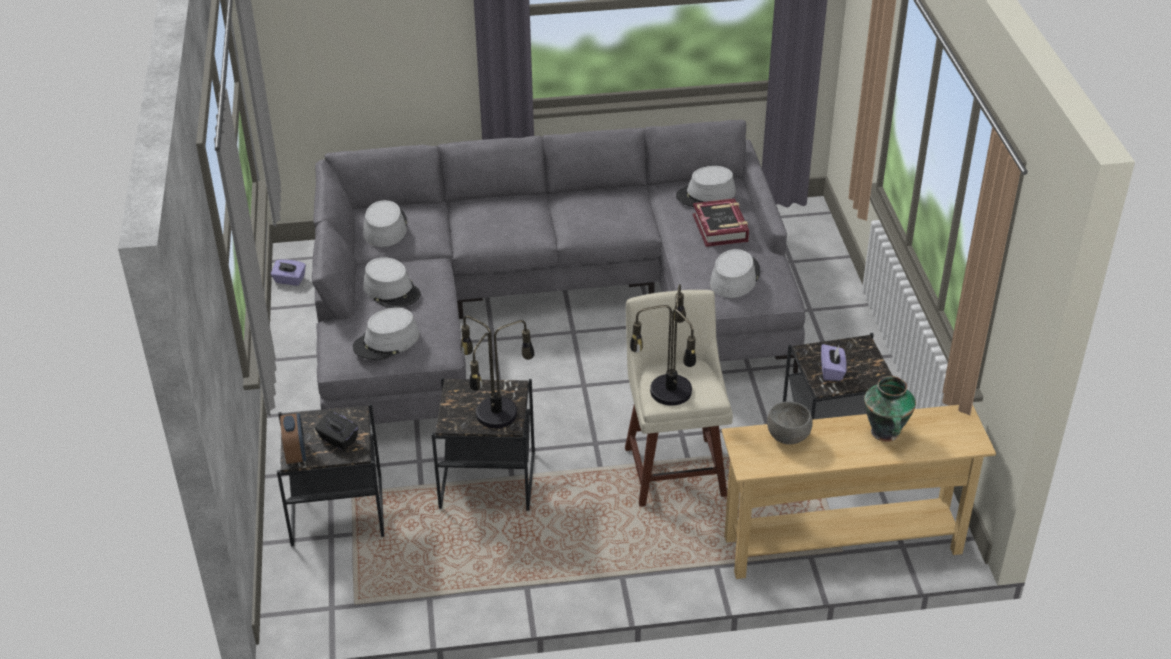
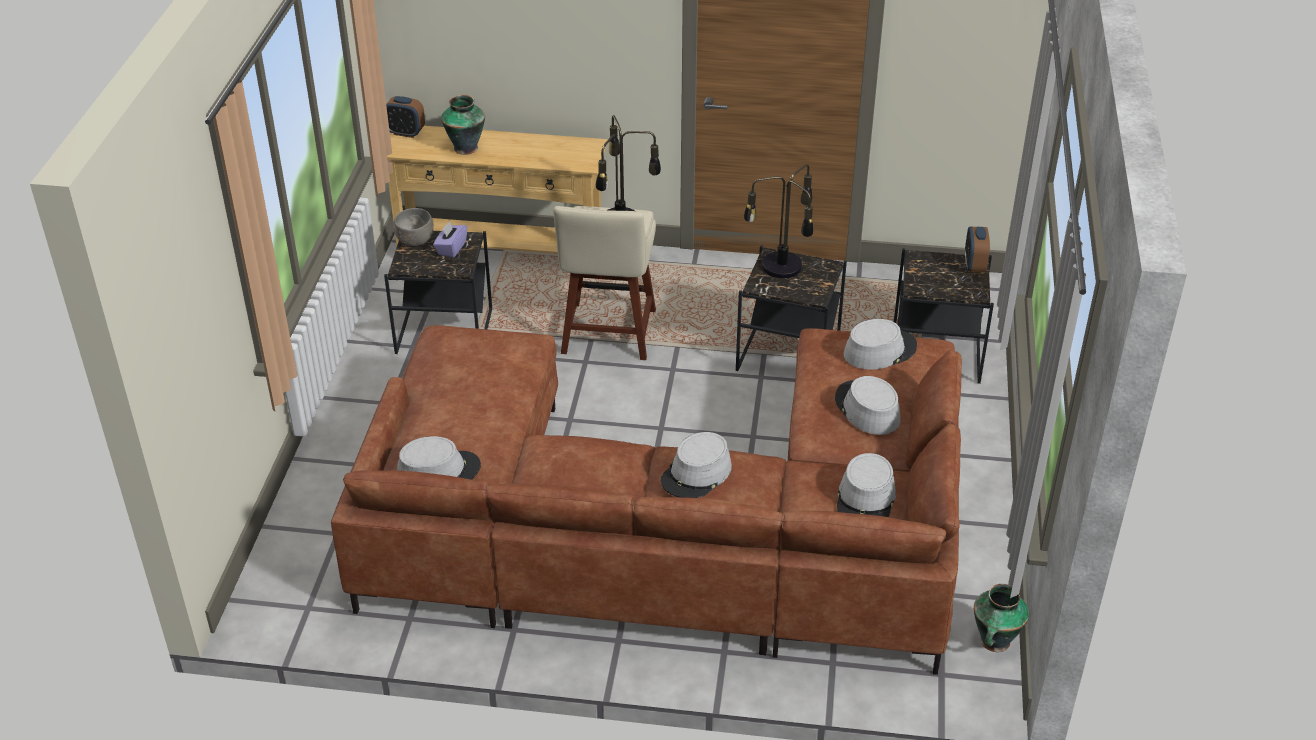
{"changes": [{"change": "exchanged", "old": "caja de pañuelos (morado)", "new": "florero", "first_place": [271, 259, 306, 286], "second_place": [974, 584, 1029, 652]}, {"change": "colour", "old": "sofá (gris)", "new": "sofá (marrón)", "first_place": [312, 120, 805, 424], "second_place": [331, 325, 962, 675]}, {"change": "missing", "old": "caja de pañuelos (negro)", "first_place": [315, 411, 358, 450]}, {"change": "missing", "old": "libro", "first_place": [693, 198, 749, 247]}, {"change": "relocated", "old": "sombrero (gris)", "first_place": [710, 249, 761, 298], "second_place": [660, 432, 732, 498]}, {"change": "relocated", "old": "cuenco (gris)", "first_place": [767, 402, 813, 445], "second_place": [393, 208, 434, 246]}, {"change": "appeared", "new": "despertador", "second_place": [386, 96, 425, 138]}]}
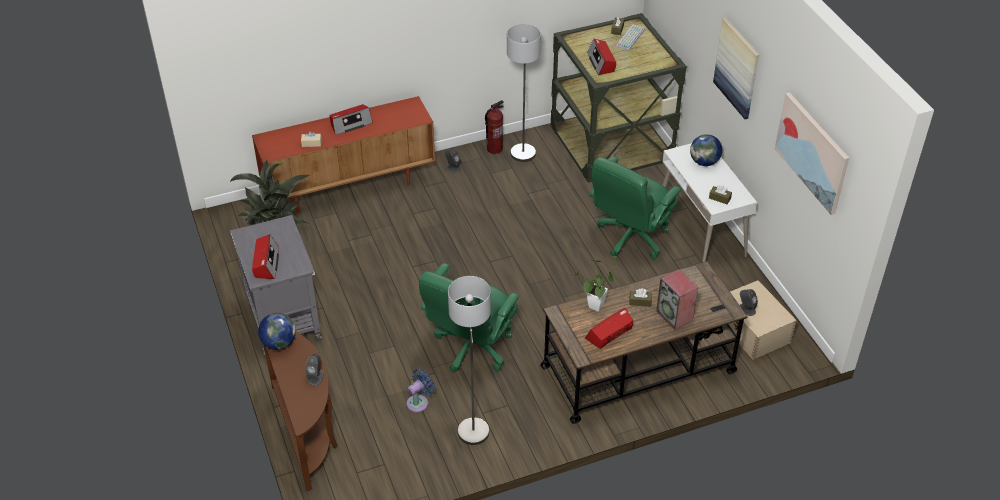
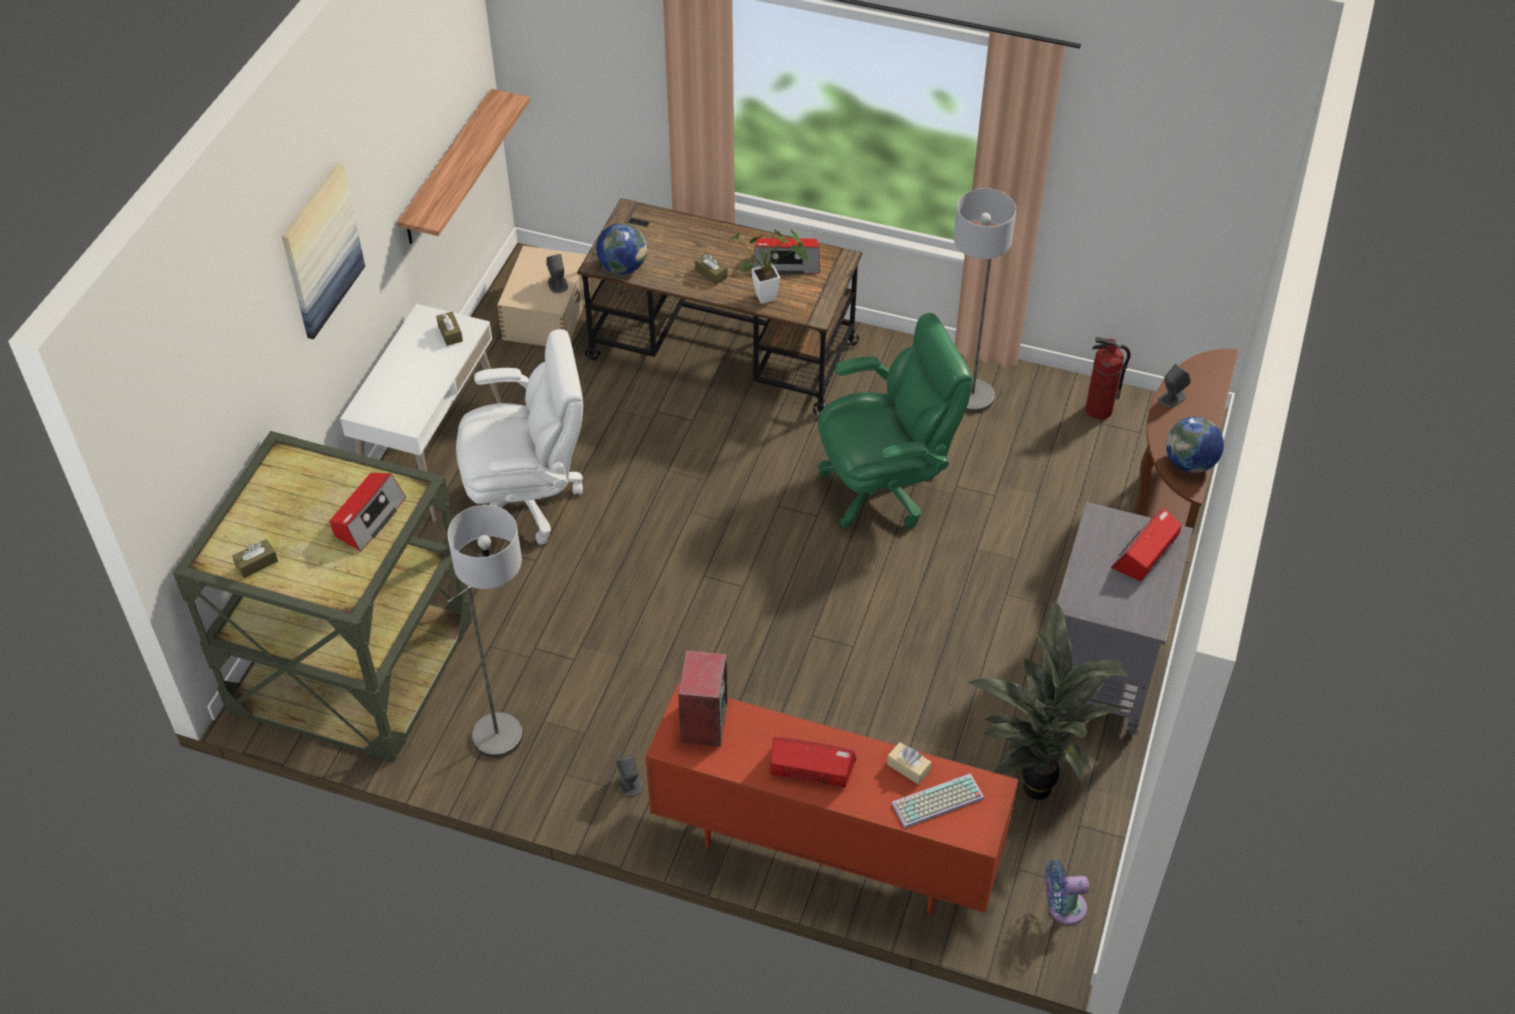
{"changes": [{"change": "relocated", "old": "ventilador (azul)", "first_place": [406, 369, 435, 413], "second_place": [1045, 860, 1089, 925]}, {"change": "relocated", "old": "extintor", "first_place": [485, 100, 504, 154], "second_place": [1085, 337, 1131, 420]}, {"change": "colour", "old": "silla de oficina (verde)", "new": "silla de oficina (blanco)", "first_place": [590, 156, 681, 260], "second_place": [456, 329, 583, 545]}, {"change": "relocated", "old": "teclado", "first_place": [616, 25, 645, 50], "second_place": [891, 773, 984, 828]}, {"change": "relocated", "old": "altavoz", "first_place": [656, 269, 698, 330], "second_place": [678, 650, 728, 747]}, {"change": "relocated", "old": "globo terráqueo", "first_place": [690, 134, 722, 166], "second_place": [596, 223, 647, 274]}, {"change": "missing", "old": "cuadro", "first_place": [774, 92, 849, 215]}, {"change": "appeared", "new": "estante", "second_place": [397, 89, 530, 244]}]}
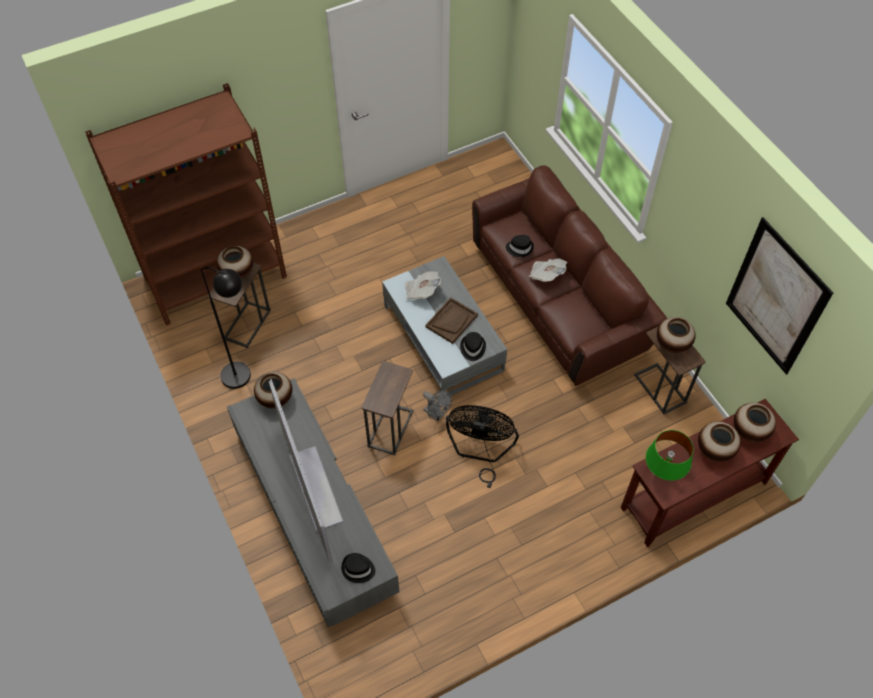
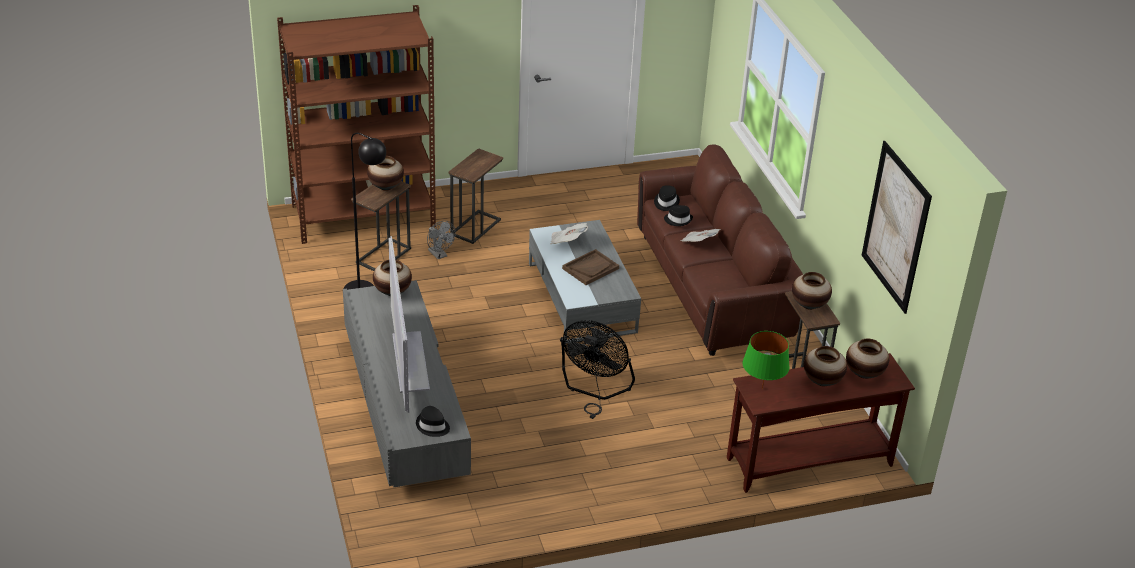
{"changes": [{"change": "relocated", "old": "mesa auxiliar (marrón)", "first_place": [361, 361, 413, 455], "second_place": [449, 149, 503, 244]}, {"change": "relocated", "old": "ventilador (gris)", "first_place": [423, 389, 452, 421], "second_place": [427, 221, 456, 259]}, {"change": "relocated", "old": "sombrero (negro)", "first_place": [460, 332, 486, 361], "second_place": [654, 185, 680, 211]}]}
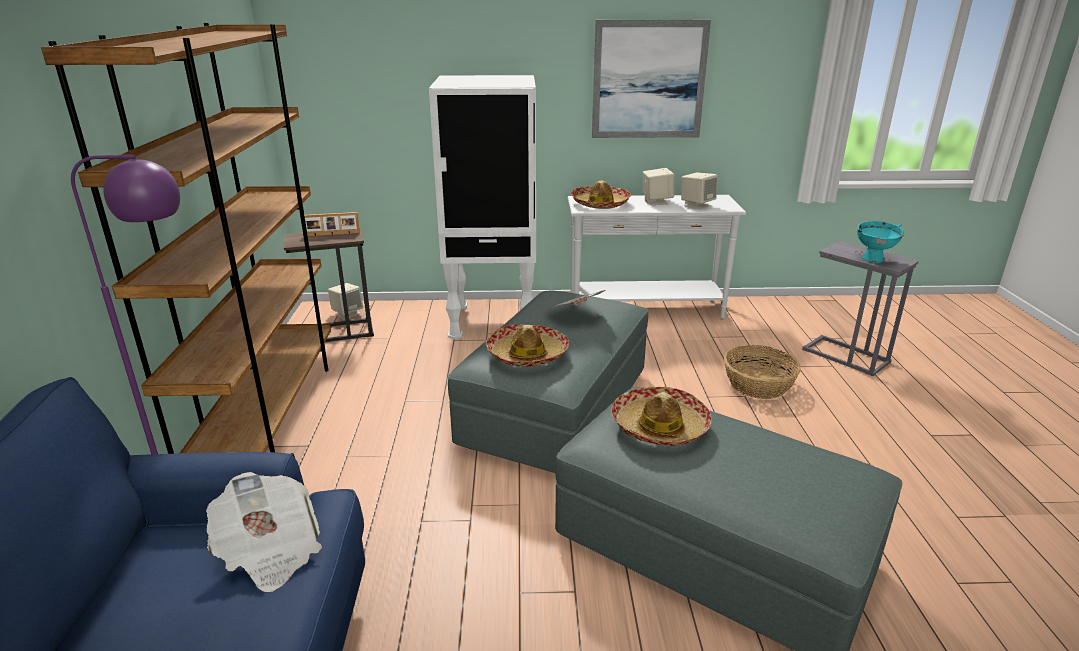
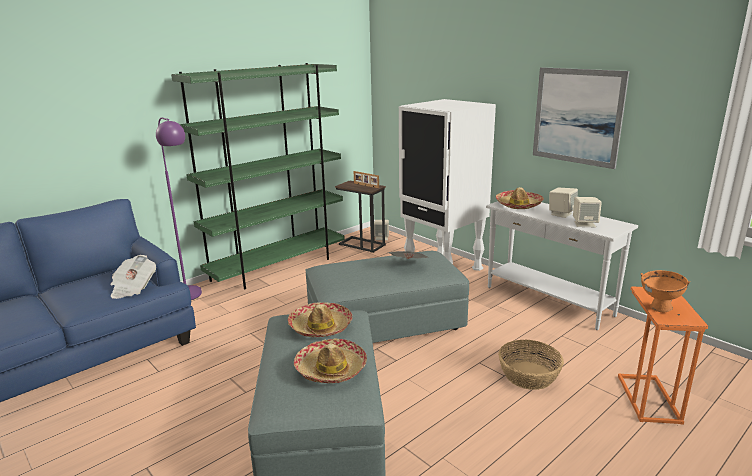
{"changes": [{"change": "colour", "old": "estantería (marrón)", "new": "estantería (verde)", "first_place": [41, 23, 331, 454], "second_place": [171, 63, 345, 289]}, {"change": "relocated", "old": "sombrero", "first_place": [486, 324, 569, 367], "second_place": [294, 339, 367, 383]}, {"change": "colour", "old": "mesa auxiliar (gris)", "new": "mesa auxiliar (naranja)", "first_place": [802, 241, 919, 376], "second_place": [618, 286, 708, 425]}, {"change": "colour", "old": "cuenco (turquesa)", "new": "cuenco (naranja)", "first_place": [857, 221, 904, 263], "second_place": [641, 270, 690, 312]}]}
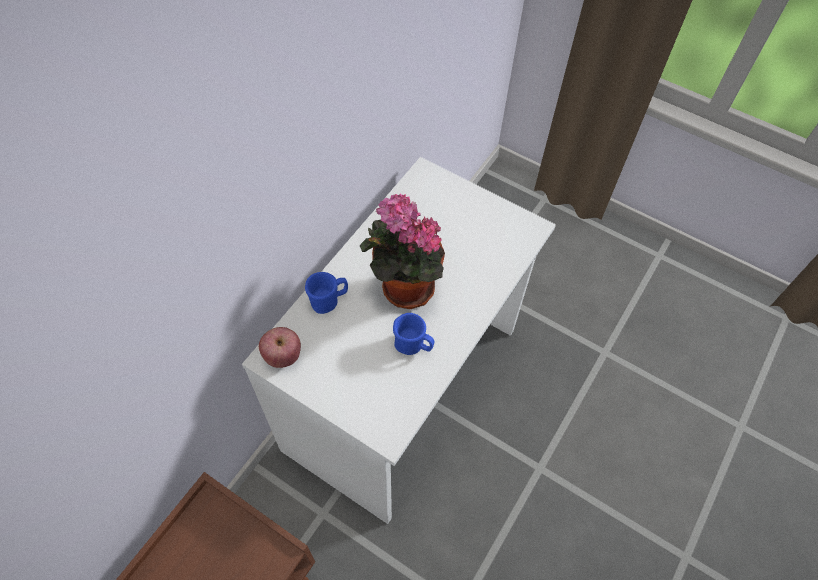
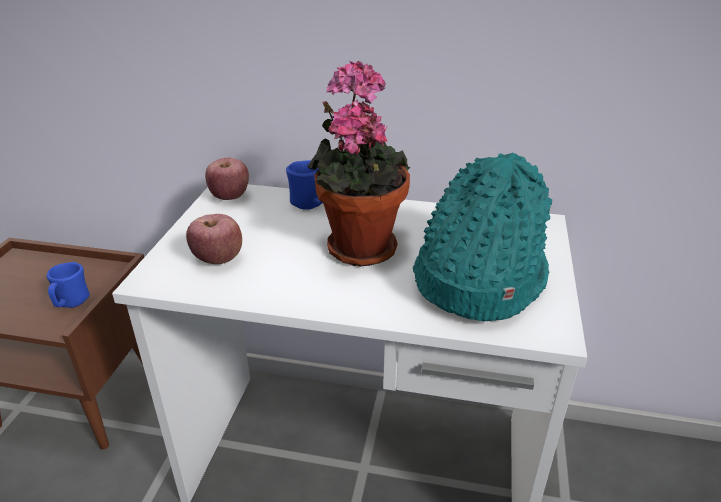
{"changes": [{"change": "relocated", "old": "taza grande (azul)", "first_place": [393, 313, 435, 355], "second_place": [47, 262, 90, 308]}, {"change": "appeared", "new": "manzana", "second_place": [186, 214, 242, 264]}, {"change": "appeared", "new": "sombrero (turquesa)", "second_place": [413, 152, 552, 321]}]}
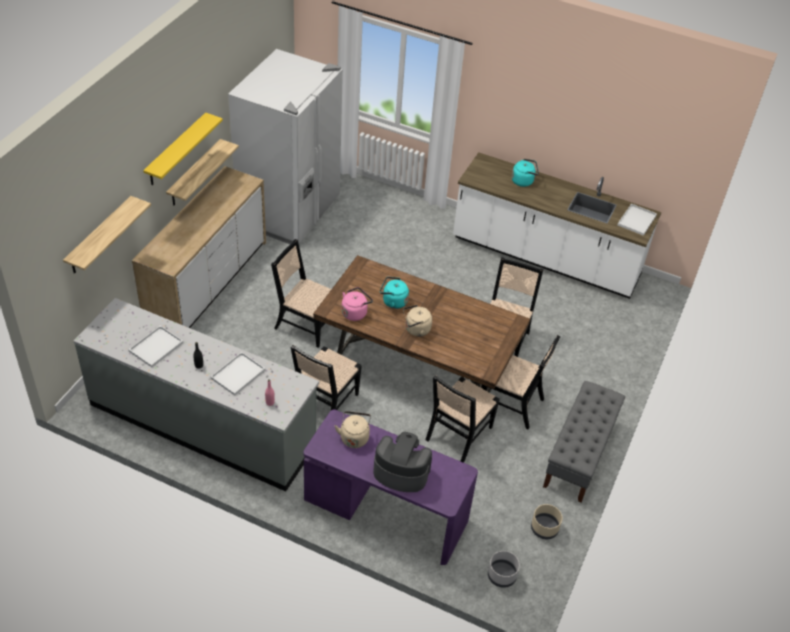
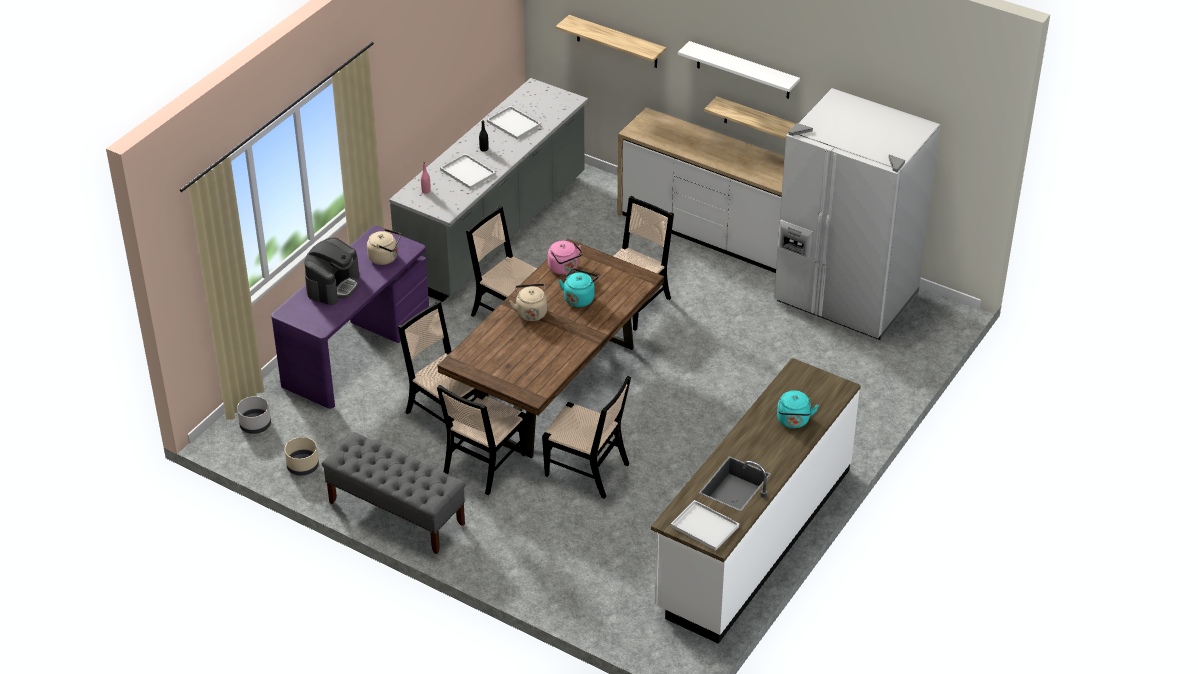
{"changes": [{"change": "colour", "old": "estante (amarillo)", "new": "estante (blanco)", "first_place": [143, 112, 223, 185], "second_place": [678, 41, 800, 99]}]}
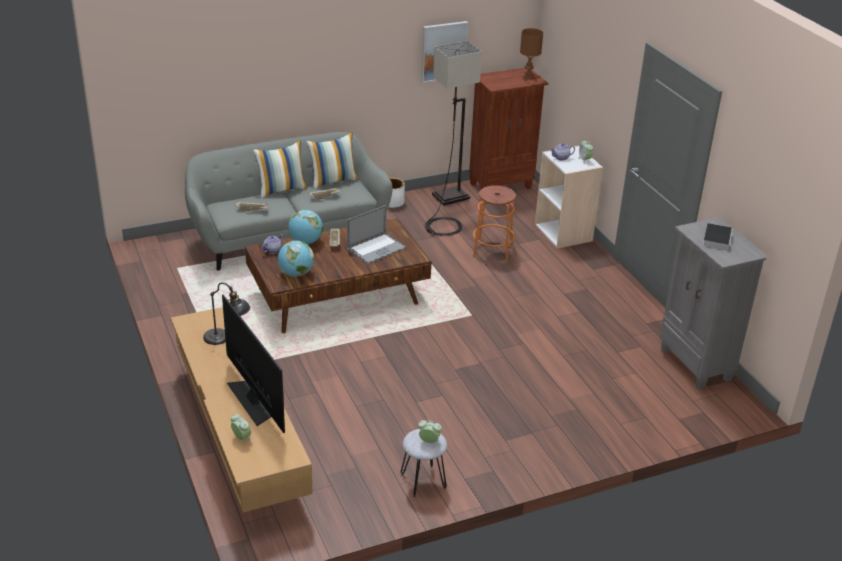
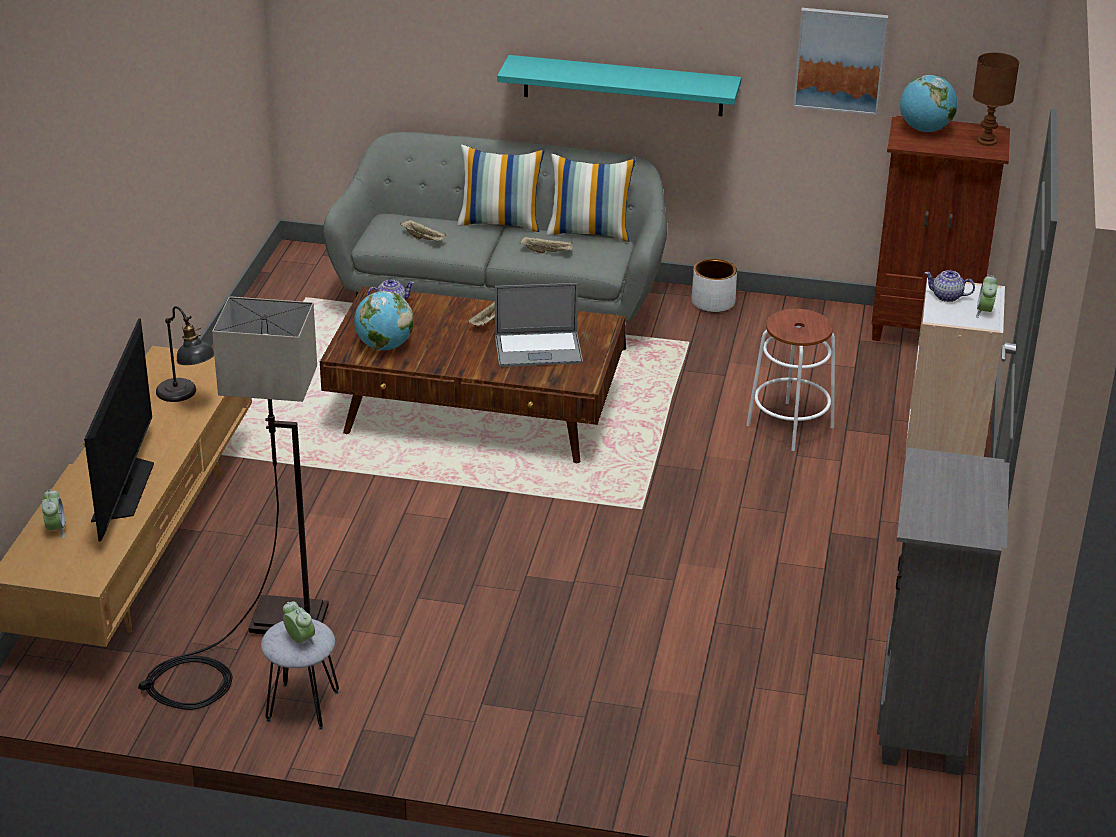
{"changes": [{"change": "relocated", "old": "globo terráqueo", "first_place": [288, 210, 323, 244], "second_place": [900, 75, 957, 132]}, {"change": "relocated", "old": "lámpara de pie", "first_place": [425, 41, 482, 236], "second_place": [138, 296, 329, 710]}, {"change": "colour", "old": "taburete (naranja)", "new": "taburete (blanco)", "first_place": [473, 185, 516, 262], "second_place": [746, 309, 835, 451]}, {"change": "missing", "old": "libro", "first_place": [703, 223, 733, 250]}, {"change": "appeared", "new": "estante (turquesa)", "second_place": [497, 55, 741, 116]}]}
